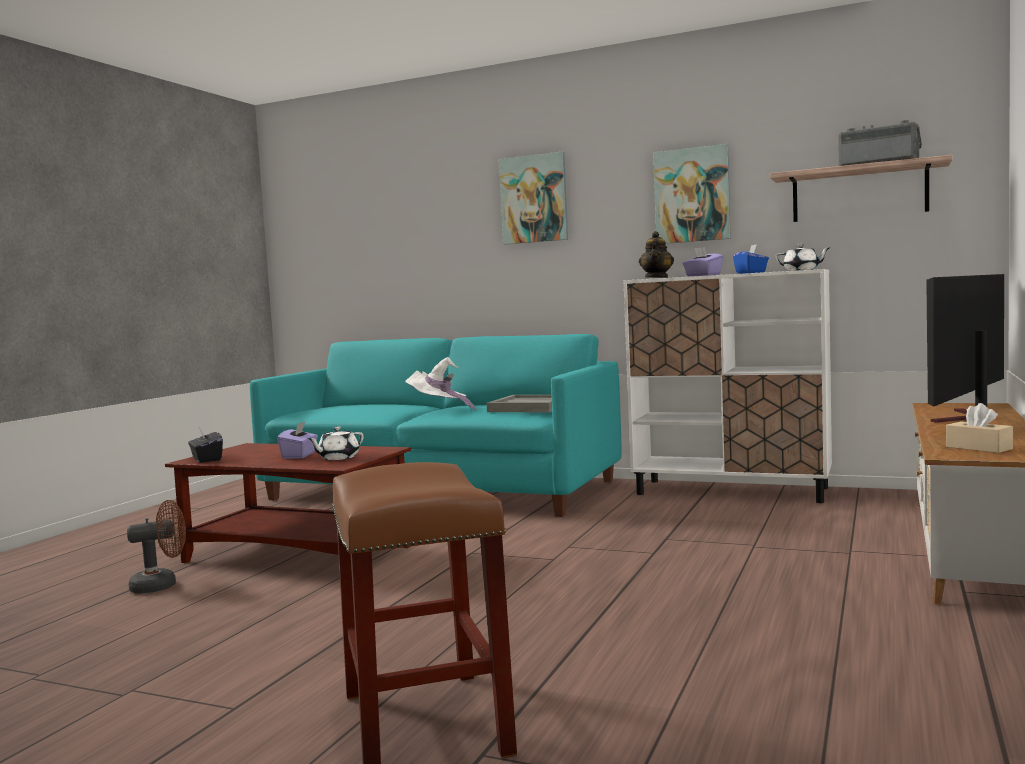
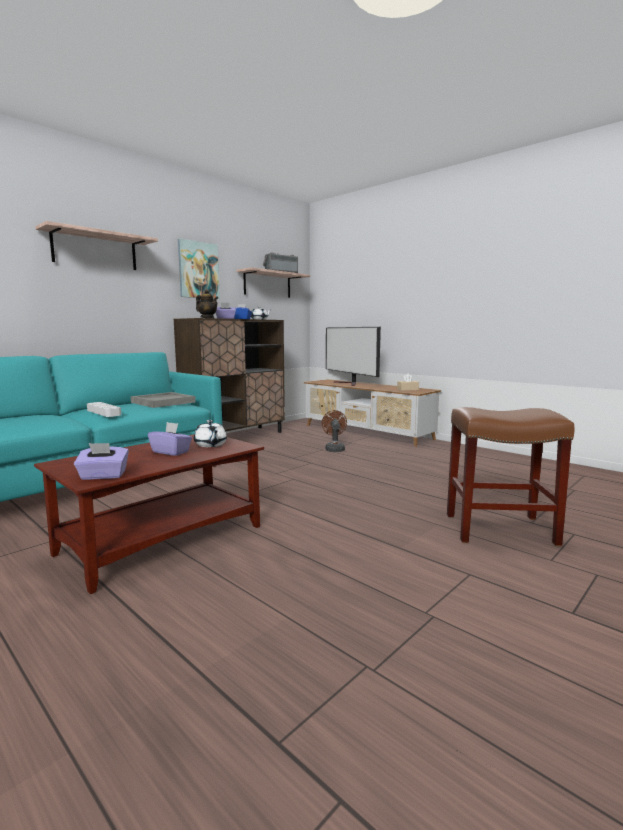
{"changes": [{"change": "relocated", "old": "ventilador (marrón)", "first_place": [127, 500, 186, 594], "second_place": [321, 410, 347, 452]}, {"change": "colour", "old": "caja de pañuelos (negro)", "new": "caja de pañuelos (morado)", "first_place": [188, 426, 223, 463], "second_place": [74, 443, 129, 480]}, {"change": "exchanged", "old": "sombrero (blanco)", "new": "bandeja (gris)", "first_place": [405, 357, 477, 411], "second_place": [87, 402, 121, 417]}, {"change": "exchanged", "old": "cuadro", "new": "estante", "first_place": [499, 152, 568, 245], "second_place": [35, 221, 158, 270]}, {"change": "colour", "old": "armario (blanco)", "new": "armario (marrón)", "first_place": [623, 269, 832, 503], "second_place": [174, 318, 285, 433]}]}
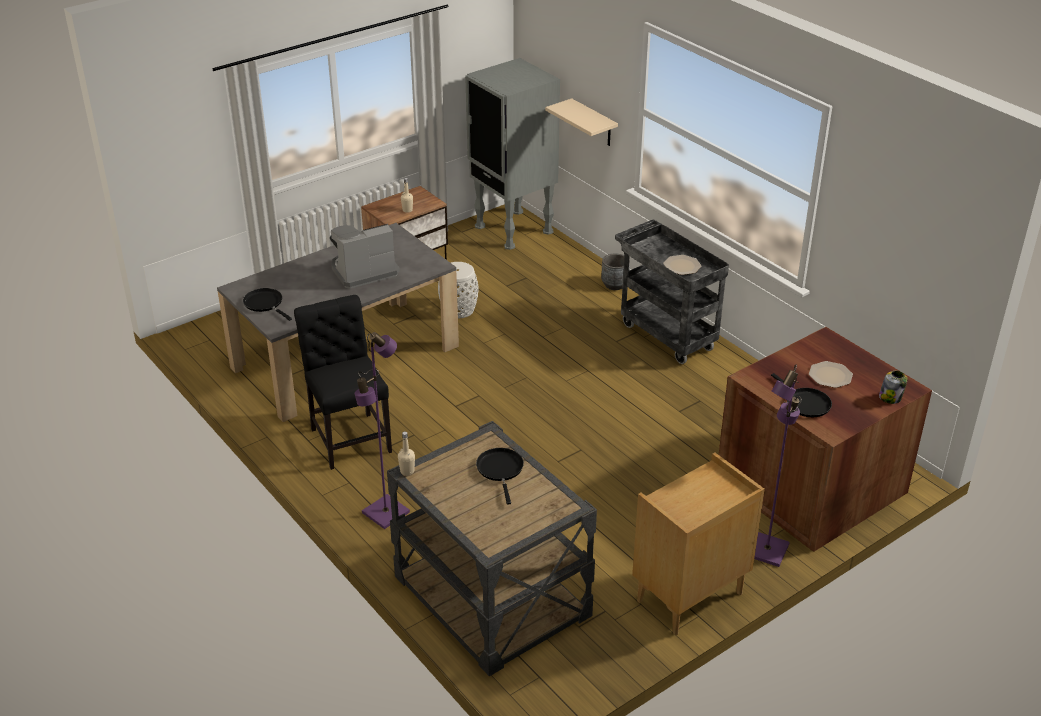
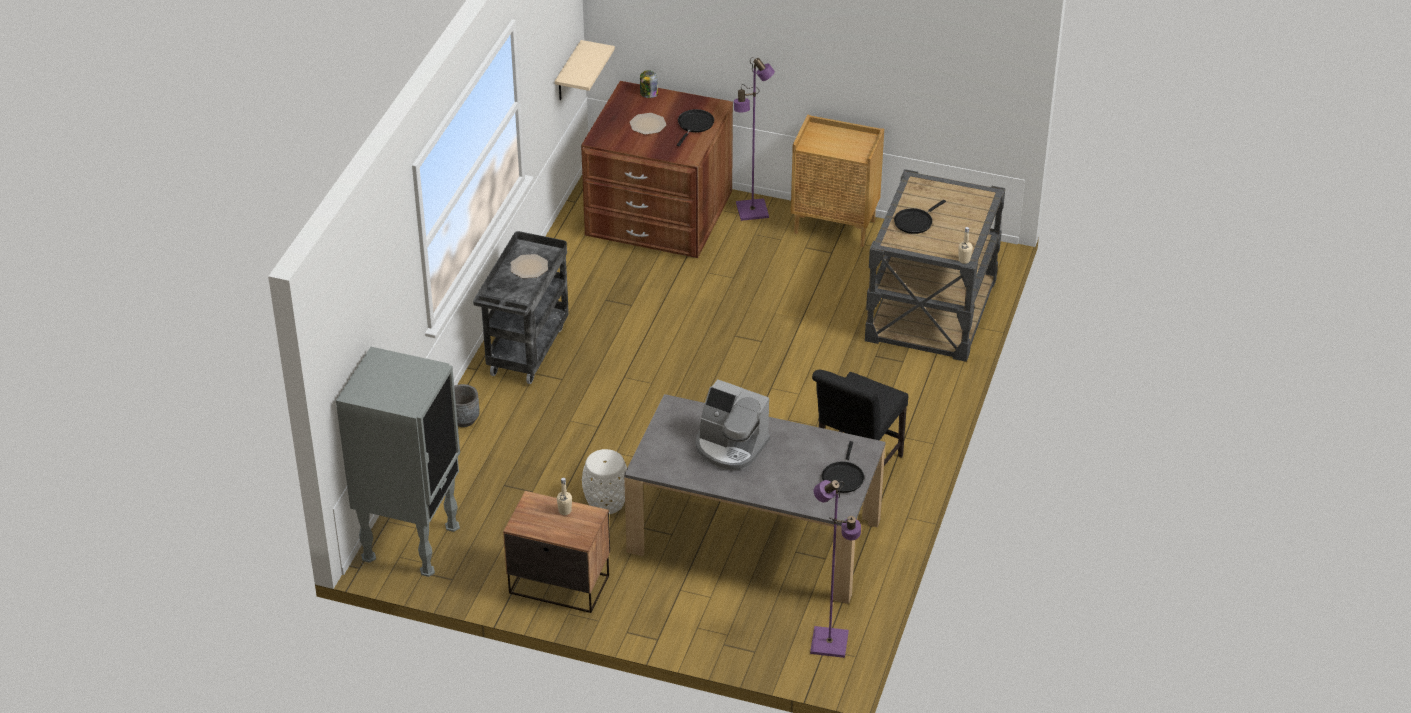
{"changes": [{"change": "relocated", "old": "lámpara de pie (morado)", "first_place": [355, 332, 410, 529], "second_place": [810, 480, 861, 658]}, {"change": "relocated", "old": "estante (beis)", "first_place": [545, 98, 618, 146], "second_place": [555, 40, 615, 100]}]}
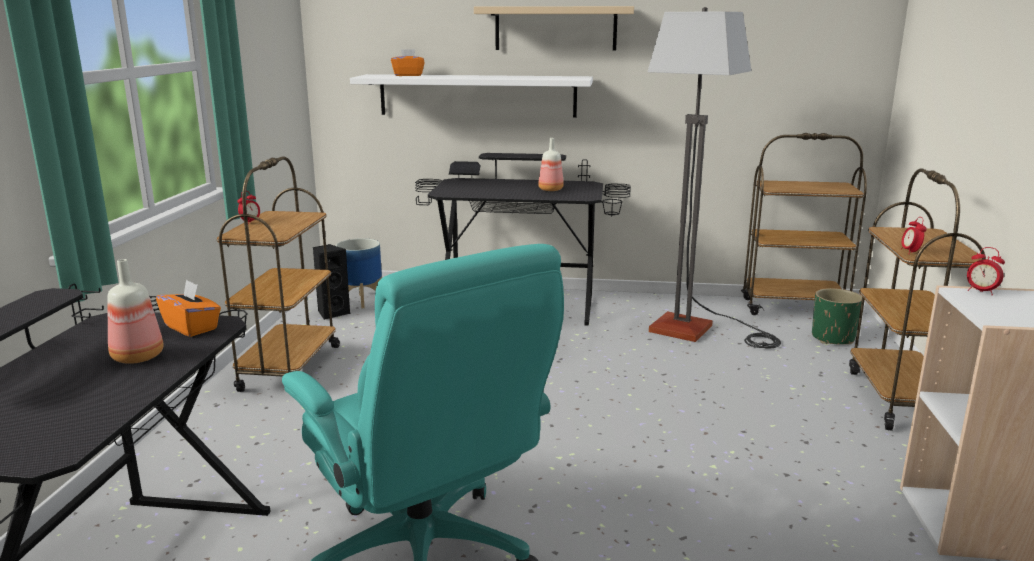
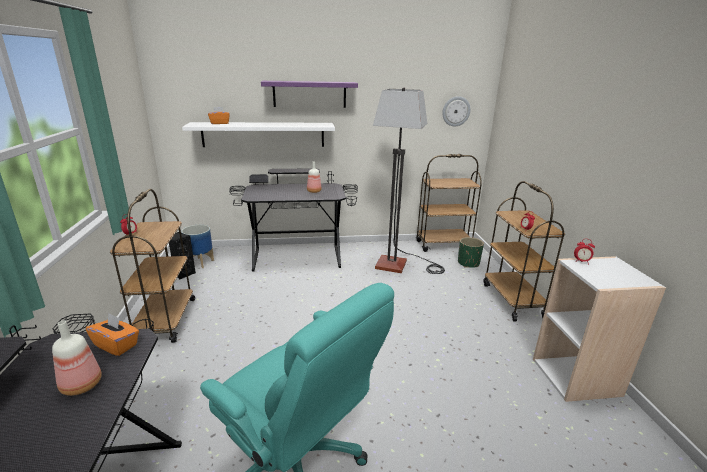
{"changes": [{"change": "colour", "old": "estante (beis)", "new": "estante (morado)", "first_place": [474, 6, 634, 51], "second_place": [261, 81, 358, 108]}, {"change": "appeared", "new": "reloj de pared", "second_place": [442, 96, 471, 126]}]}
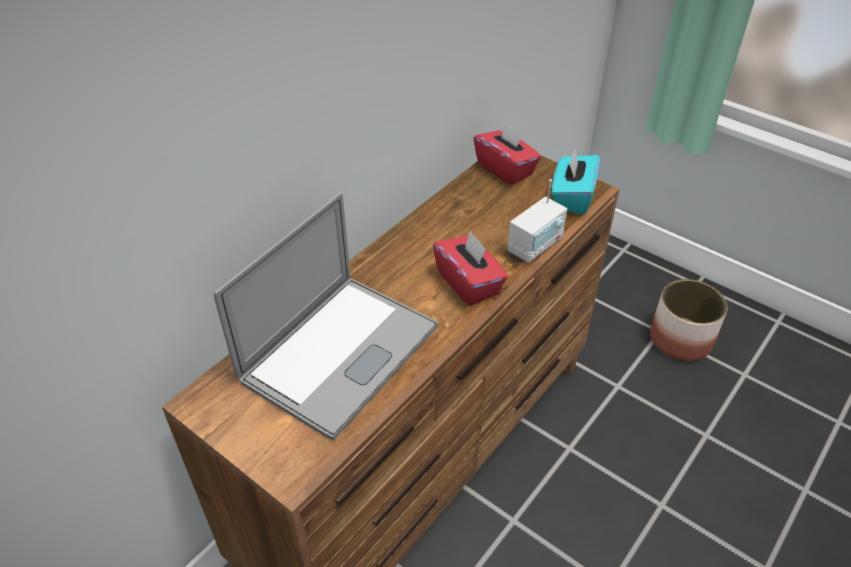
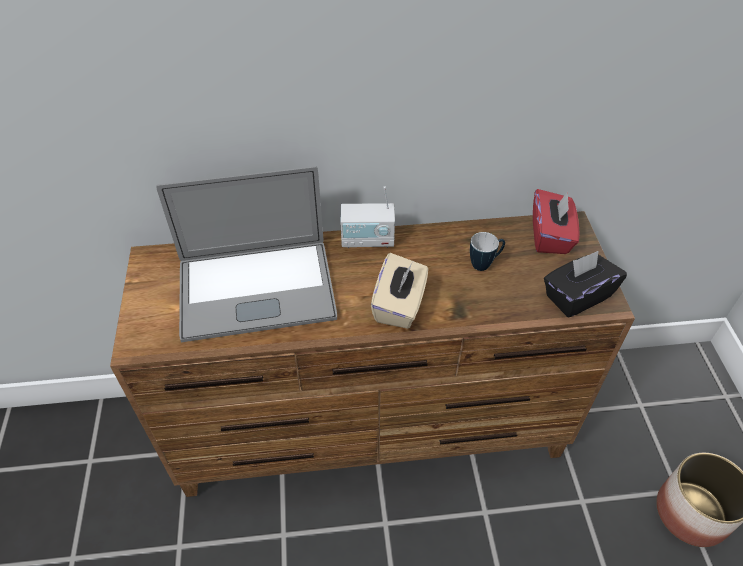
{"changes": [{"change": "colour", "old": "caja de pañuelos (rojo)", "new": "caja de pañuelos (beis)", "first_place": [433, 230, 508, 306], "second_place": [371, 253, 428, 329]}, {"change": "relocated", "old": "radio", "first_place": [507, 179, 567, 263], "second_place": [340, 186, 395, 248]}, {"change": "colour", "old": "caja de pañuelos (turquesa)", "new": "caja de pañuelos (negro)", "first_place": [552, 148, 600, 214], "second_place": [544, 251, 627, 317]}, {"change": "appeared", "new": "taza grande", "second_place": [470, 232, 505, 271]}]}
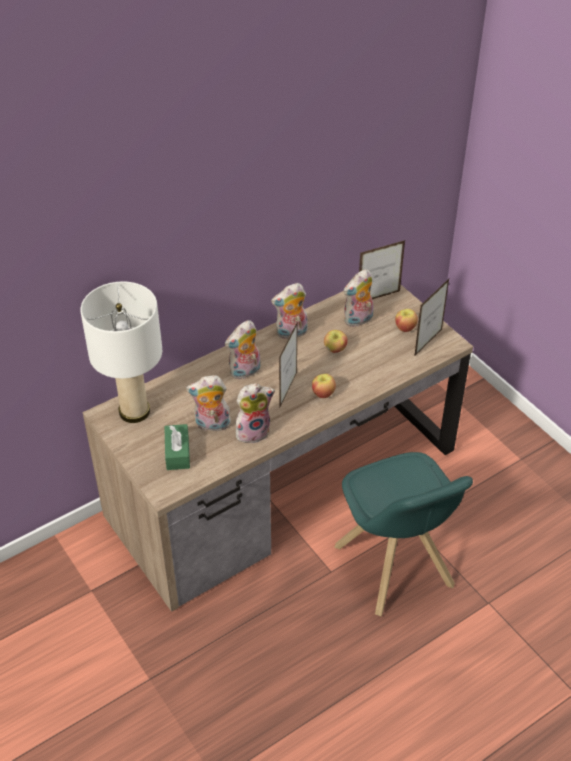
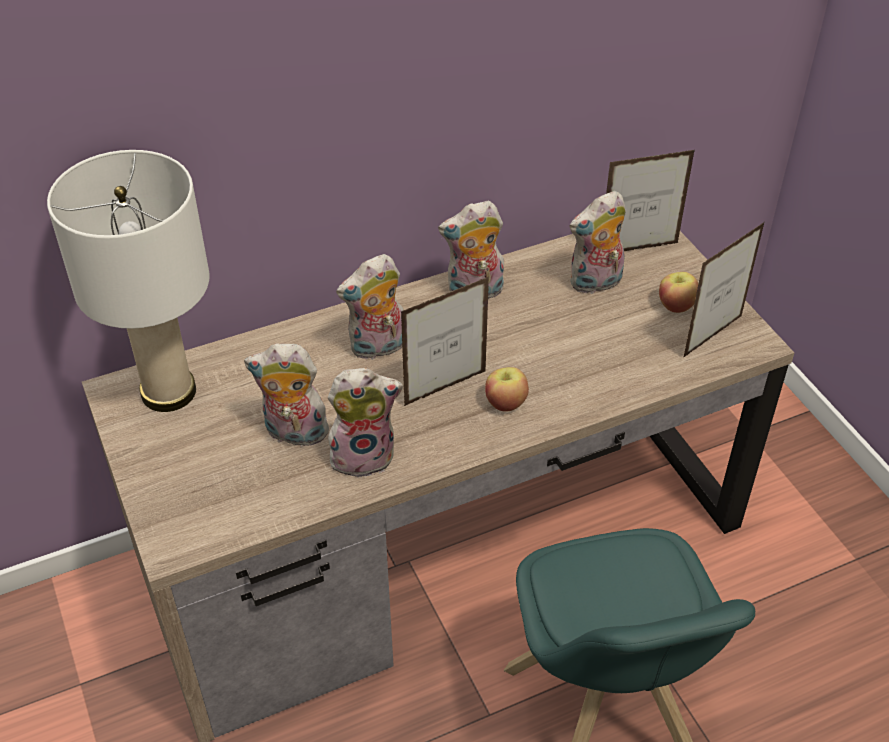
{"changes": [{"change": "missing", "old": "caja de pañuelos (verde)", "first_place": [164, 424, 190, 470]}, {"change": "spun", "old": "portarretratos", "first_place": [279, 321, 298, 406], "second_place": [401, 277, 489, 406], "degrees": -150}, {"change": "missing", "old": "manzana", "first_place": [324, 330, 348, 353]}]}
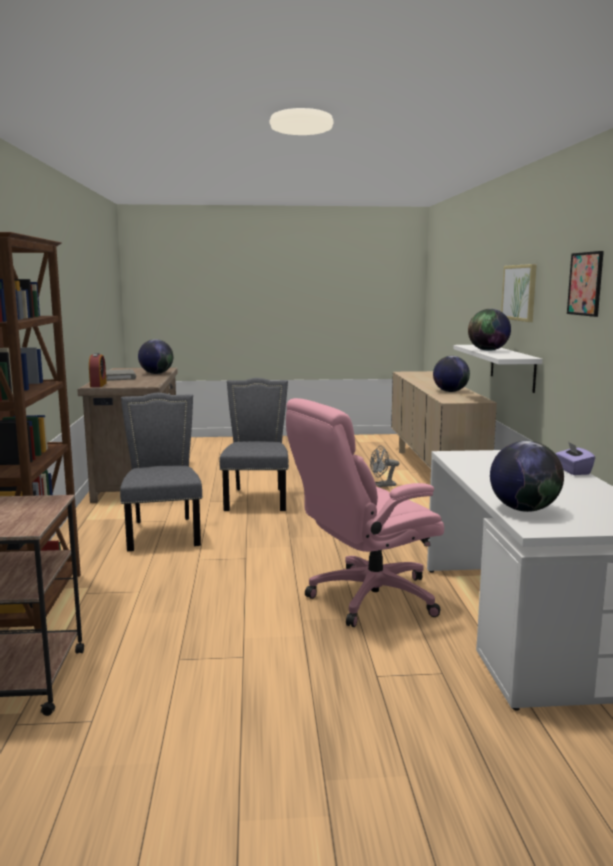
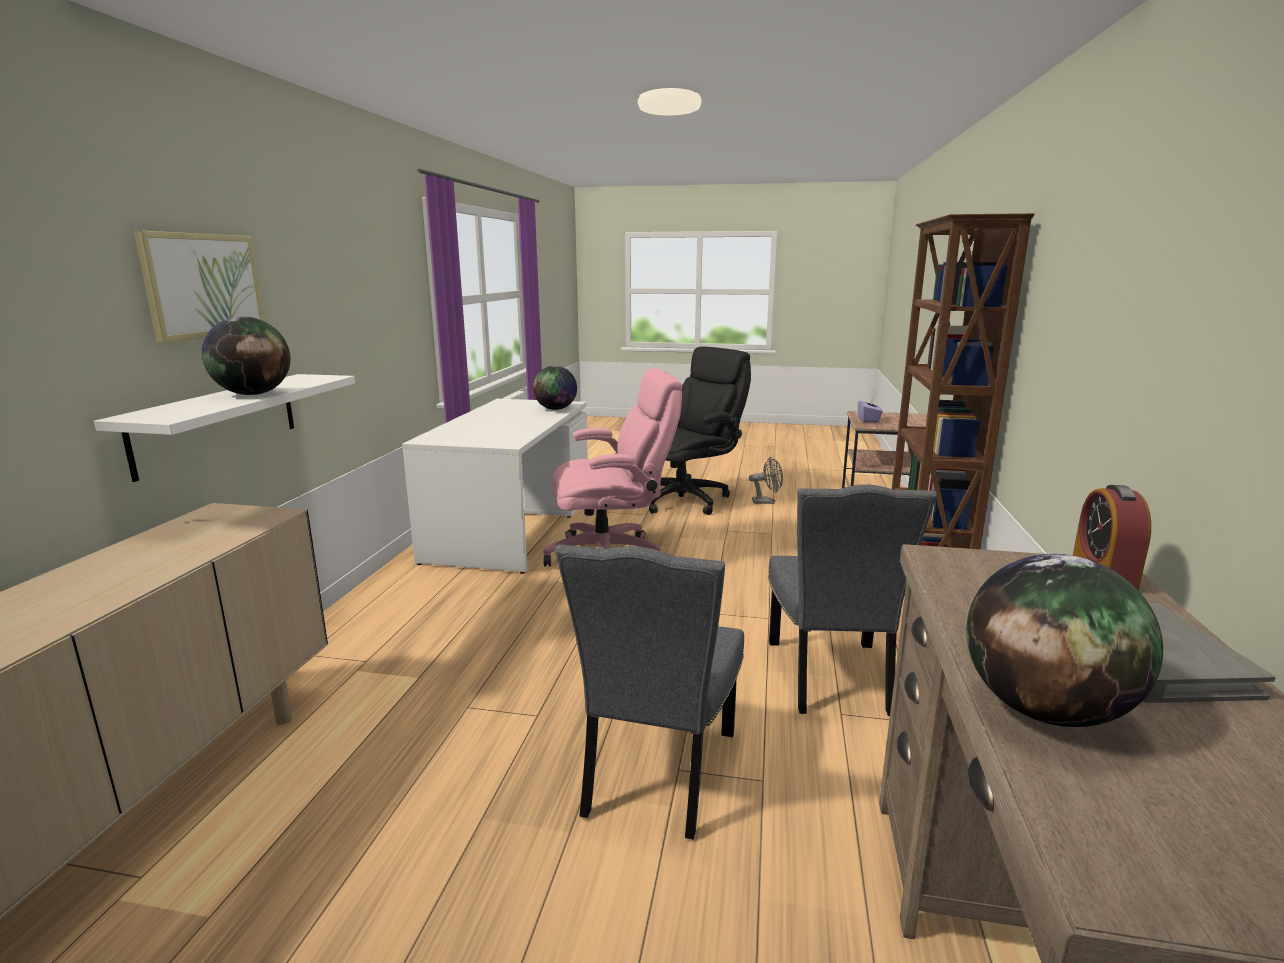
{"changes": [{"change": "relocated", "old": "ventilador (gris)", "first_place": [370, 445, 399, 487], "second_place": [749, 457, 783, 504]}, {"change": "missing", "old": "globo terráqueo", "first_place": [433, 356, 470, 392]}, {"change": "relocated", "old": "caja de pañuelos (morado)", "first_place": [555, 442, 595, 475], "second_place": [858, 396, 883, 422]}, {"change": "missing", "old": "cuadro", "first_place": [567, 251, 604, 317]}, {"change": "appeared", "new": "silla de oficina (negro)", "second_place": [649, 347, 751, 515]}]}
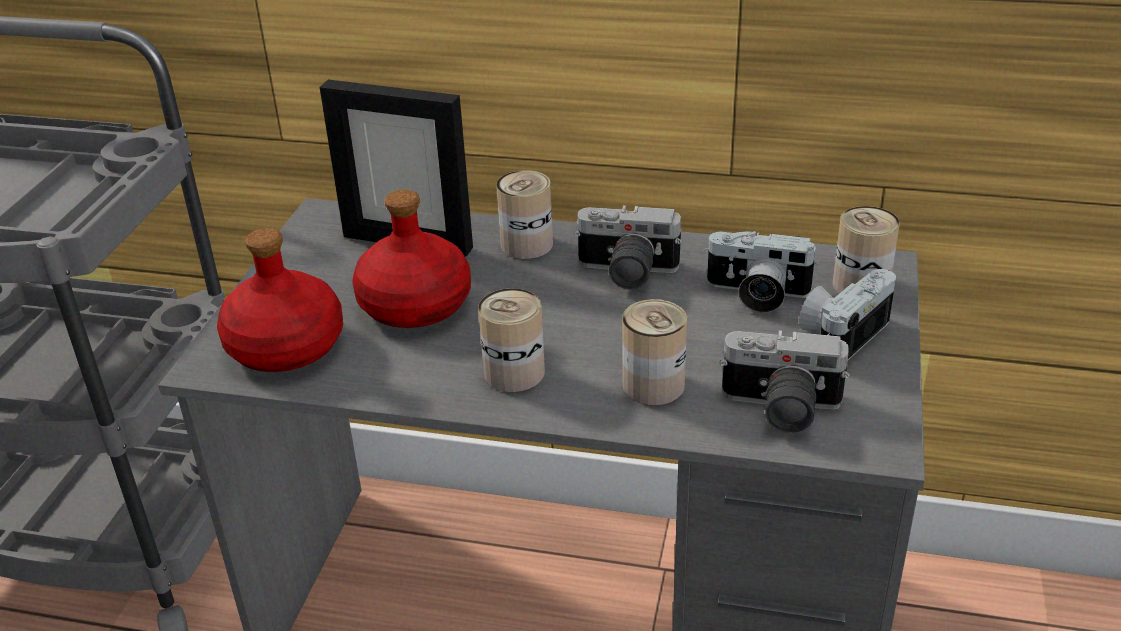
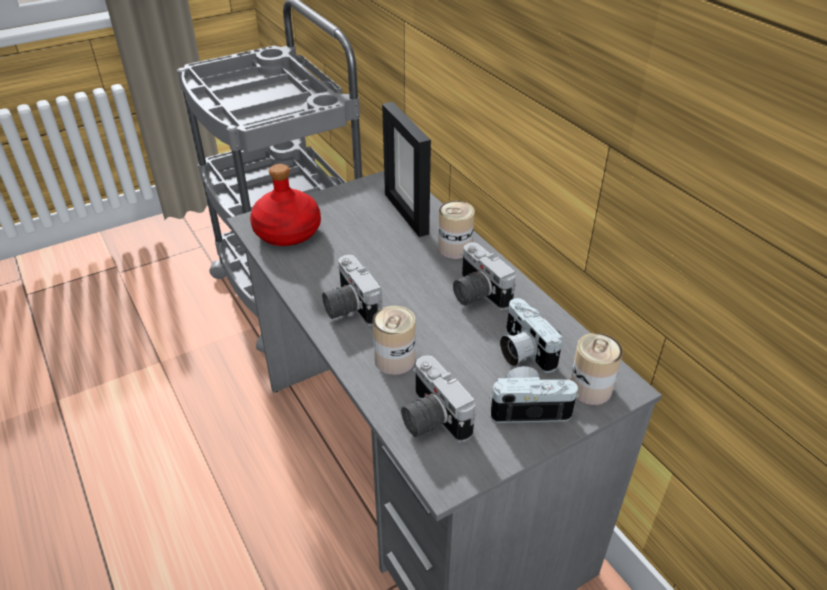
{"changes": [{"change": "missing", "old": "botella (rojo)", "first_place": [352, 189, 471, 328]}, {"change": "exchanged", "old": "lata", "new": "cámara", "first_place": [478, 288, 545, 392], "second_place": [322, 255, 383, 326]}]}
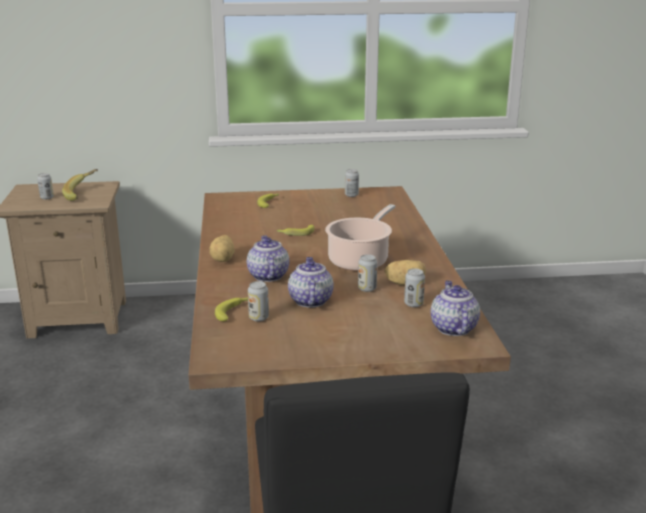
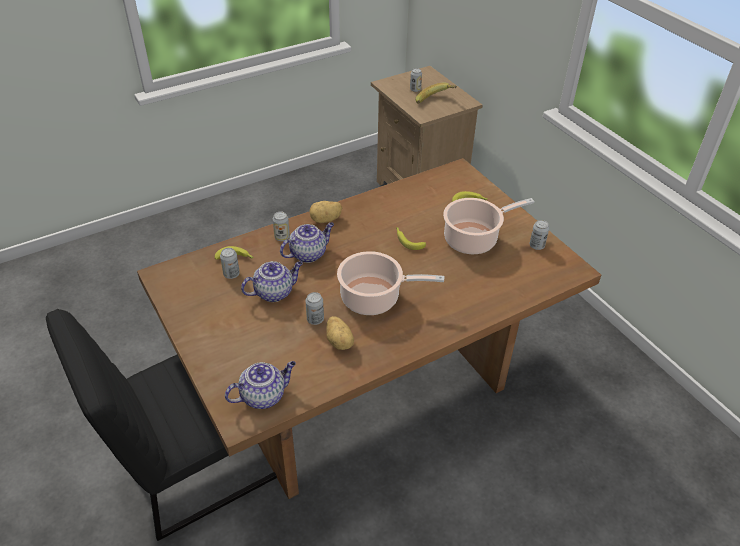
{"changes": [{"change": "relocated", "old": "lata", "first_place": [404, 268, 425, 307], "second_place": [273, 211, 290, 241]}, {"change": "appeared", "new": "olla", "second_place": [443, 198, 534, 254]}]}
